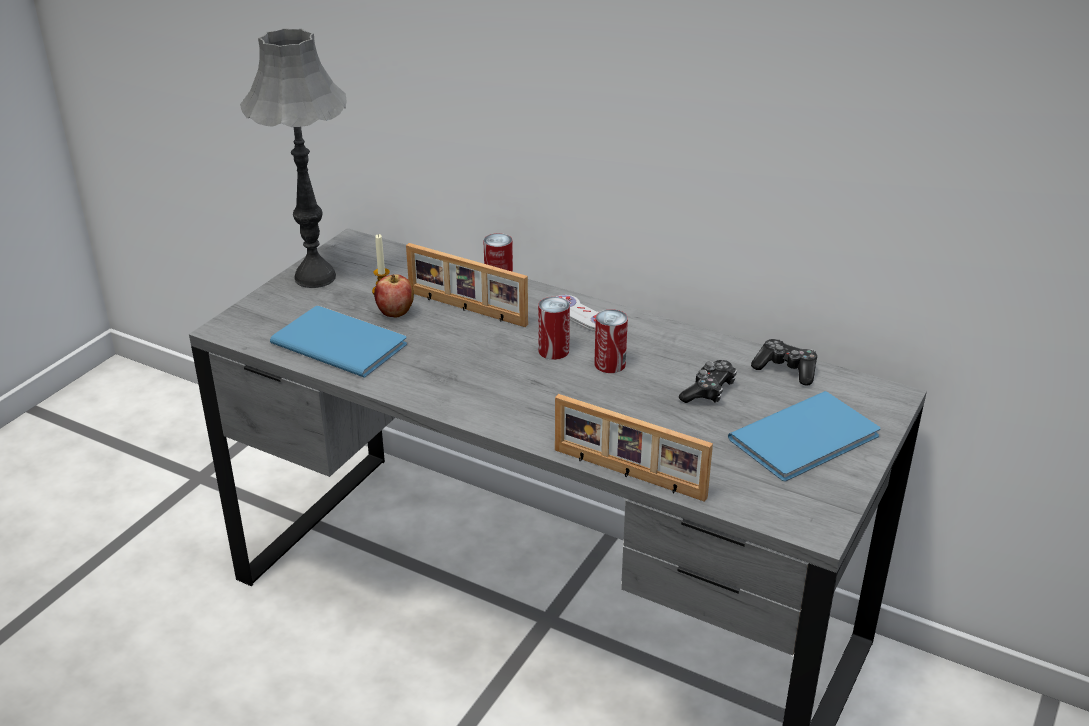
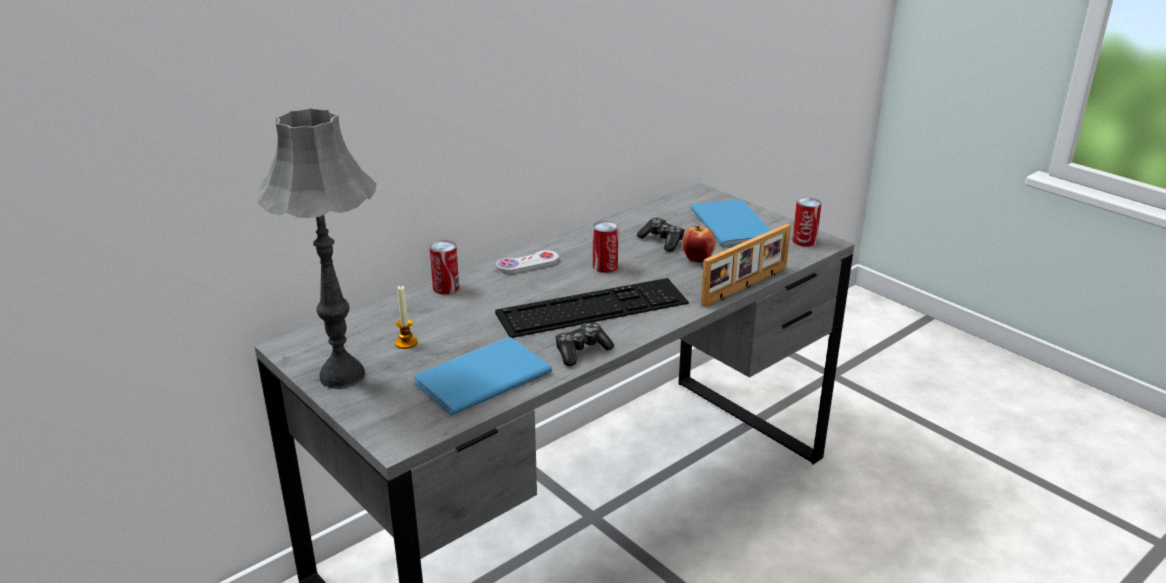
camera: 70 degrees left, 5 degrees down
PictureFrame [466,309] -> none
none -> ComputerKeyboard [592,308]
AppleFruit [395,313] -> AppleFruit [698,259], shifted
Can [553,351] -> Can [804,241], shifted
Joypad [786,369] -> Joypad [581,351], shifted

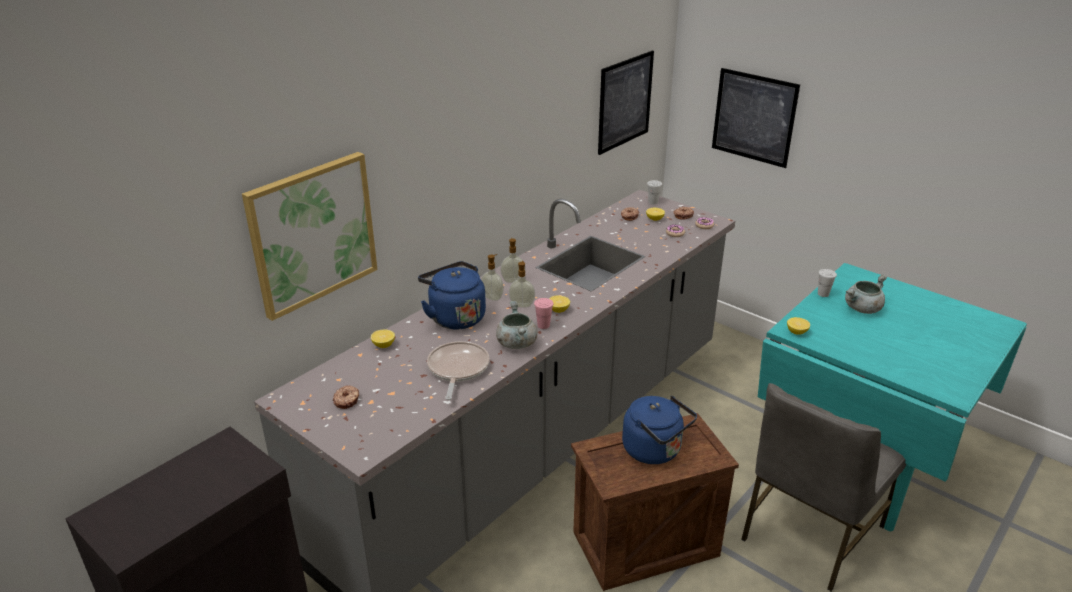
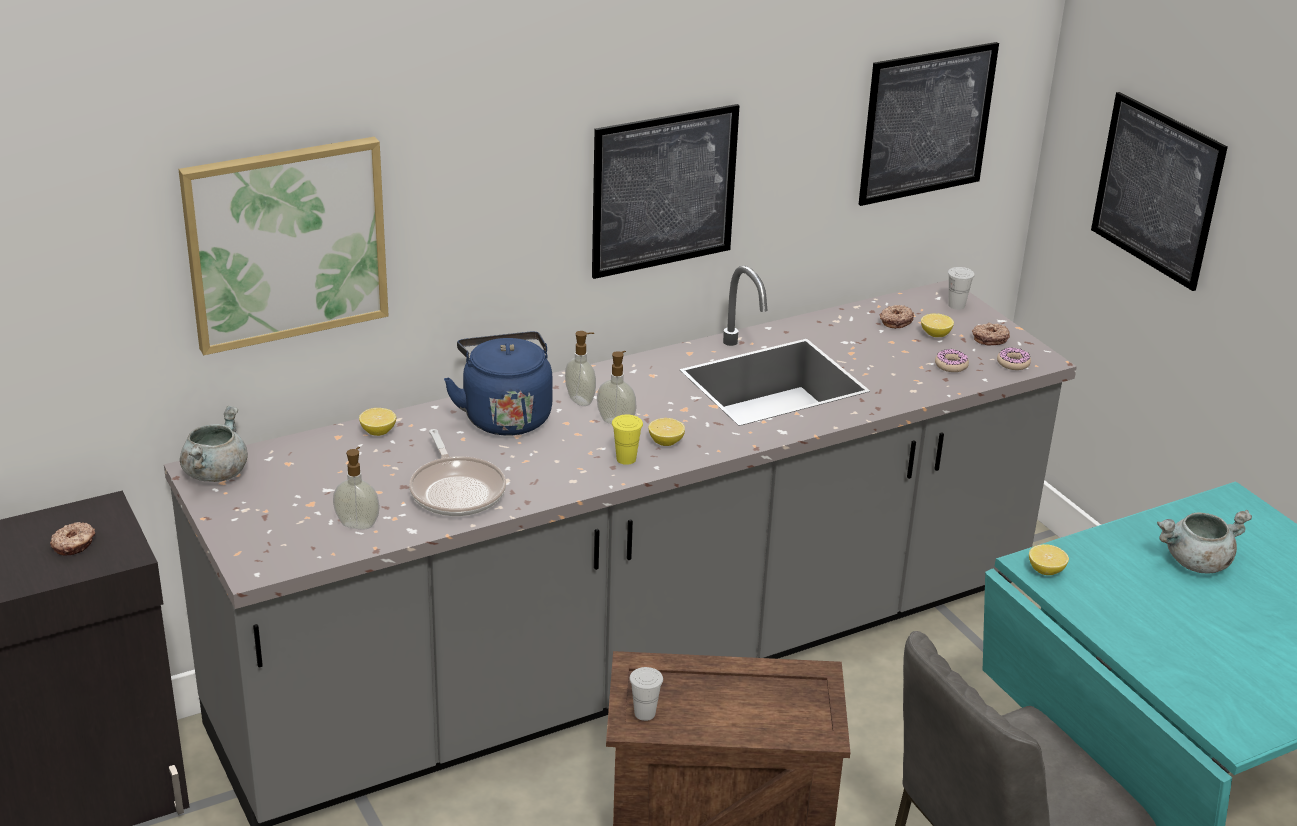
camera: 20 degrees right, 0 degrees up
BlueWaterKettle [655,451] -> none
none -> WallArt [664,191]
Doughnut [347,400] -> Doughnut [74,545], shifted
GraySaucepot [516,343] -> GraySaucepot [215,473], shifted
SoapBottle [513,280] -> SoapBottle [358,524], shifted
WhiteColouredCup [823,294] -> WhiteColouredCup [644,713], shifted
PinkishCup [543,325] -> YellowishCup [626,459]
Pan [457,369] -> Pan [456,490], 135 degrees clockwise

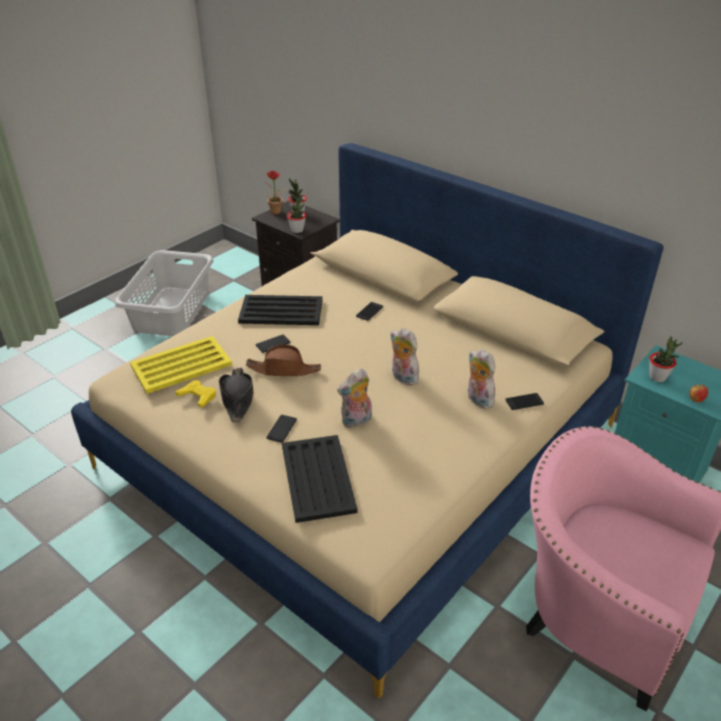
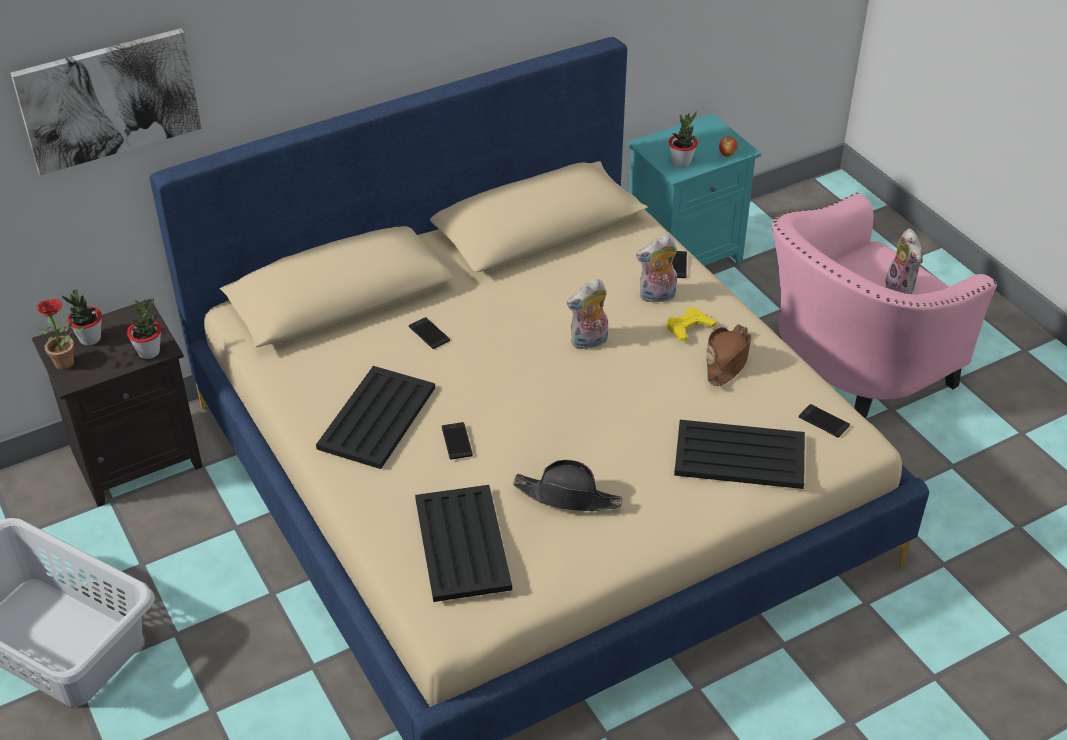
camera: 70 degrees left, 5 degrees up
none -> WallArt [108,99]
YellowishJoypad [198,396] -> YellowishJoypad [689,328], shifted
BrownColouredHat [284,369] -> BrownColouredHat [727,360], shifted
Telephone [281,429] -> Telephone [824,421], shifted
CuddlyToy [356,421] -> CuddlyToy [902,289], shifted
YellowishServingTray [180,365] -> BlackishServingTray [462,544]

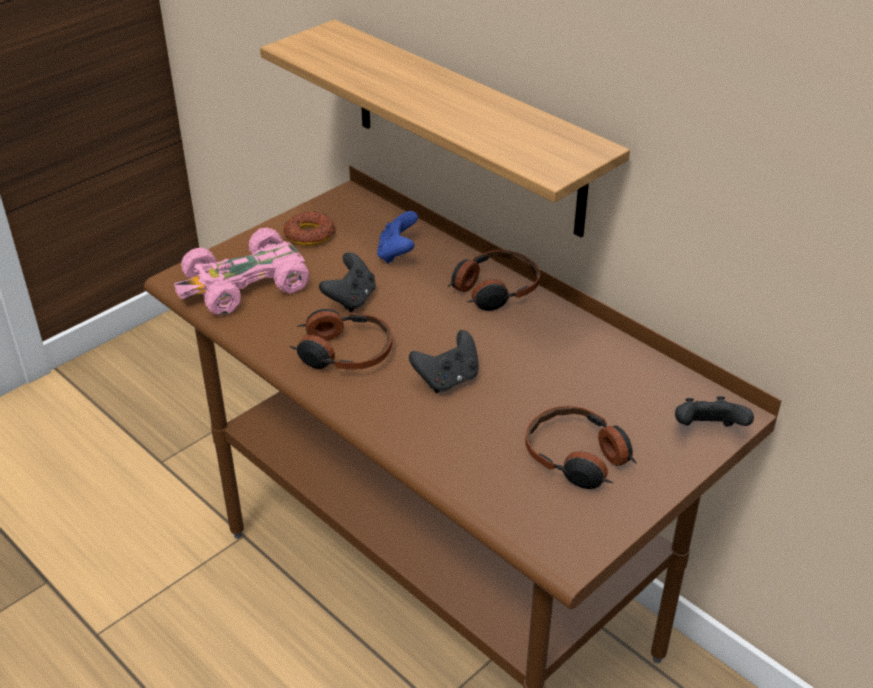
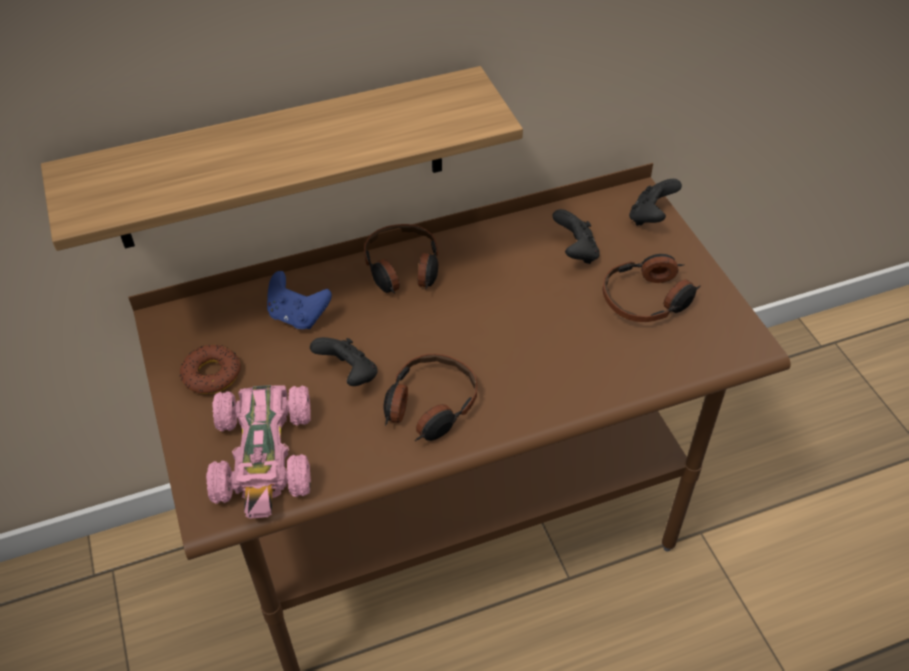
camera: 65 degrees left, 10 degrees up
BlackishJoypad [447,379] -> BlackishJoypad [575,252], shifted

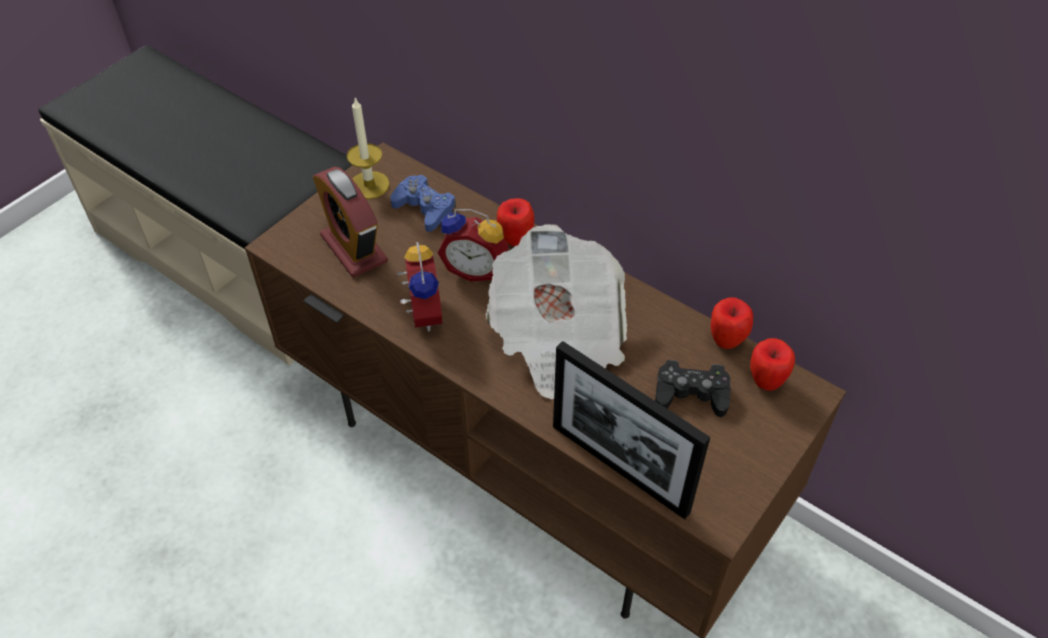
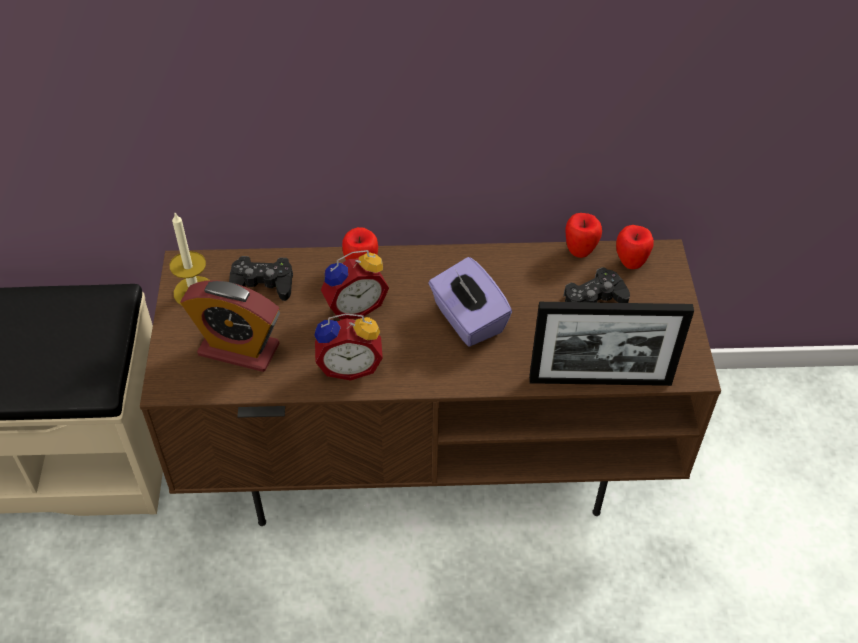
camera: 40 degrees left, 0 degrees up
DailyPaper [557,338] -> PurpleBoxOfTissues [467,319]
BlueJoypad [424,208] -> BlackishJoypad [262,284]
BedsideClock [421,314] -> BedsideClock [350,366], 135 degrees clockwise

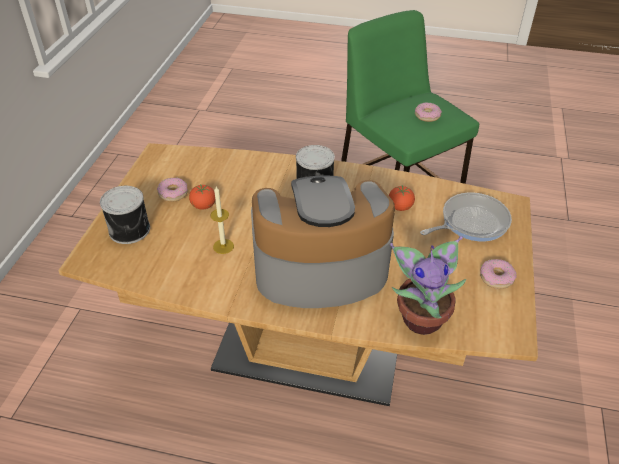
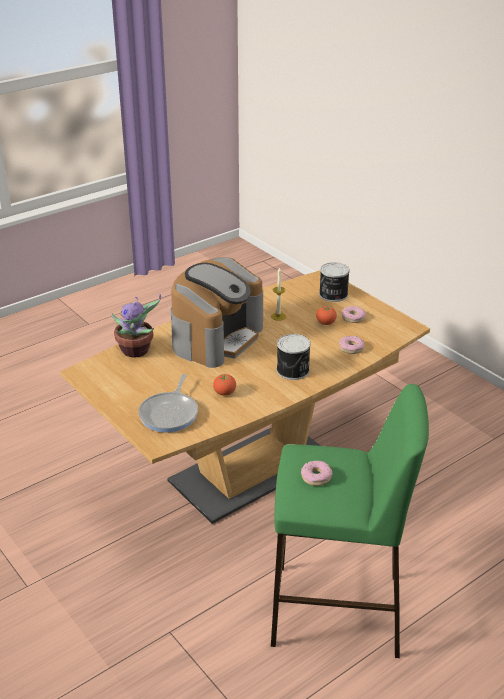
camera: 130 degrees right, 10 degrees down
Doughnut [496,278] -> Doughnut [351,348], shifted

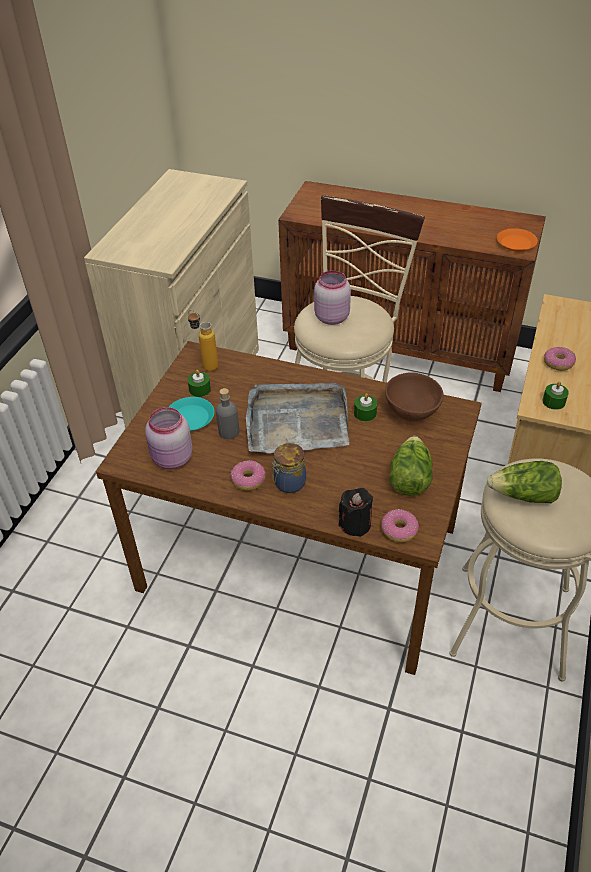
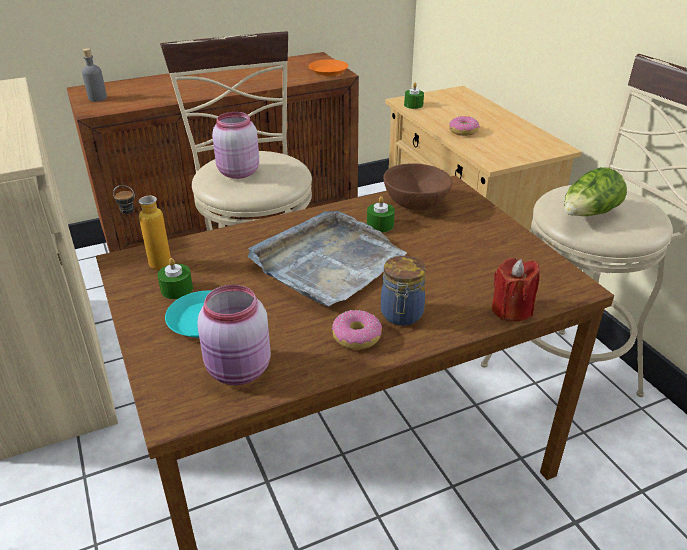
camera: 45 degrees left, 10 degrees down
Doughnut [399,530] -> none
Lettuce [409,478] -> none
GrayBeverageBottle [229,432] -> GrayBeverageBottle [97,98], shifted
GreenWaxLight [553,402] -> GreenWaxLight [413,105], shifted
BlackishWaxLight [355,524] -> ReddishWaxLight [511,310]

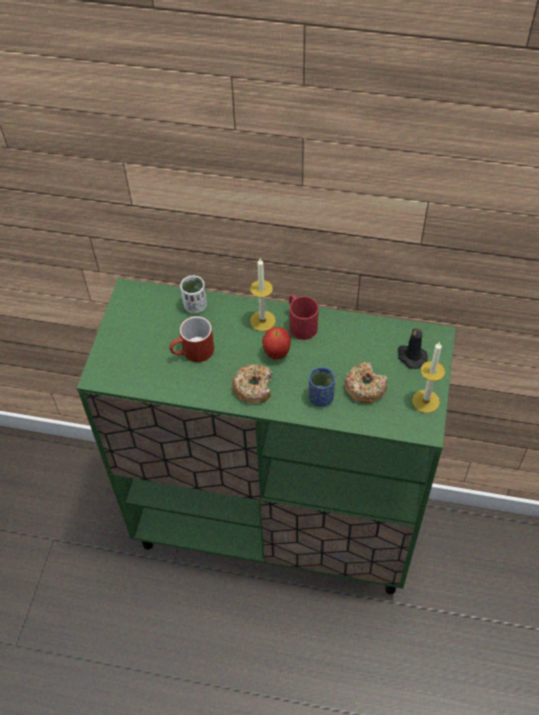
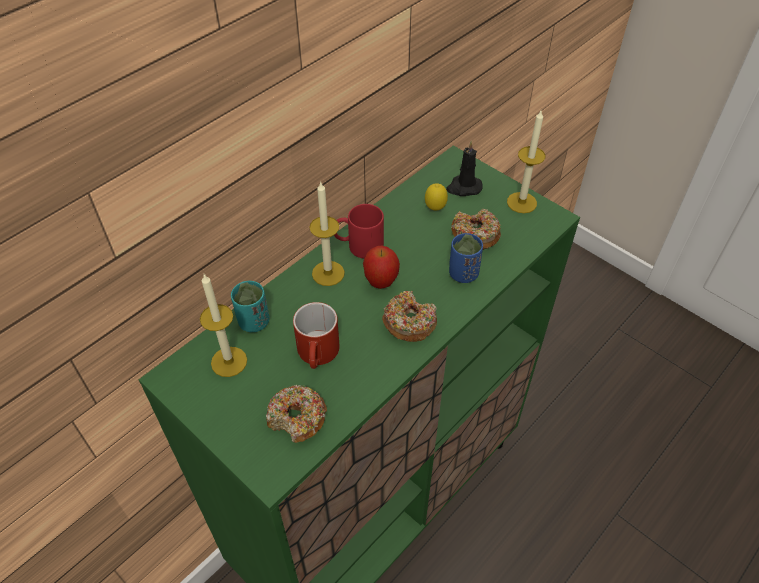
camera: 60 degrees left, 5 degrees down
none -> WaxLight [229,361]
none -> Doughnut [297,418]
none -> CitrusFruit [435,209]
WhiteColouredCup [195,305] -> TurquoiseColouredCup [254,322]

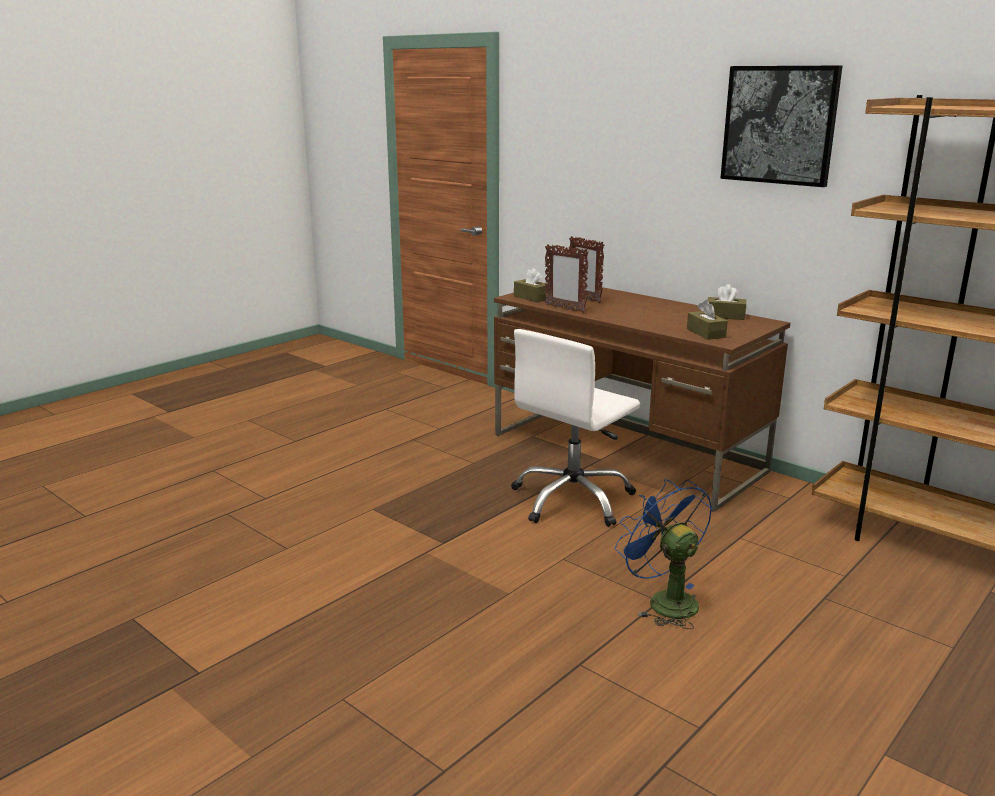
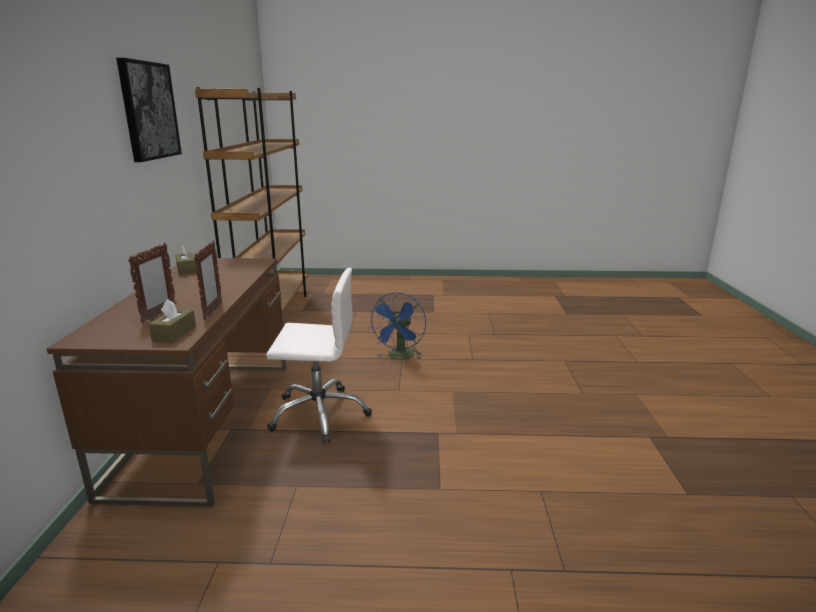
camera: 130 degrees left, 0 degrees up
BrownColouredBoxOfTissues [706,333] -> none

